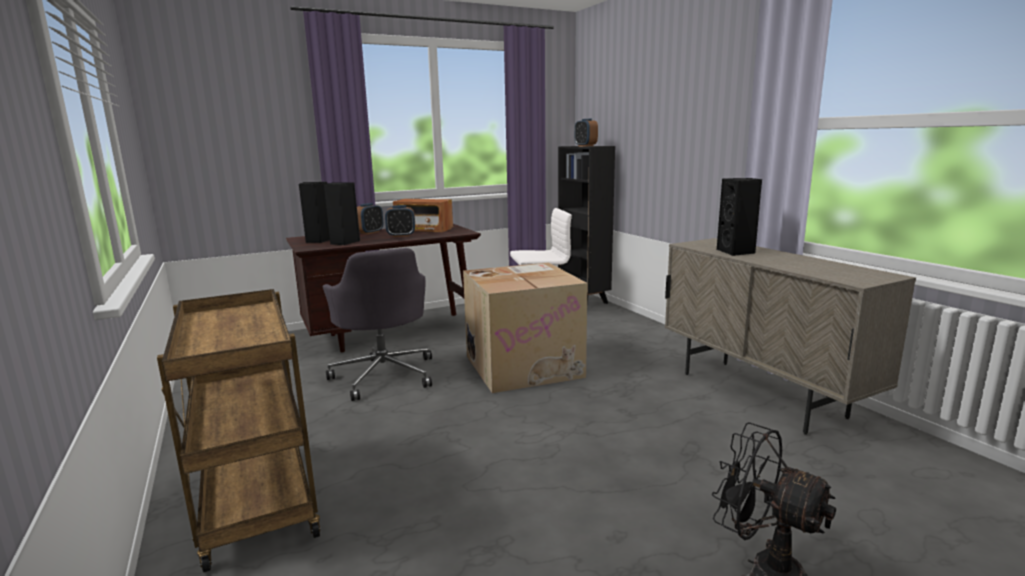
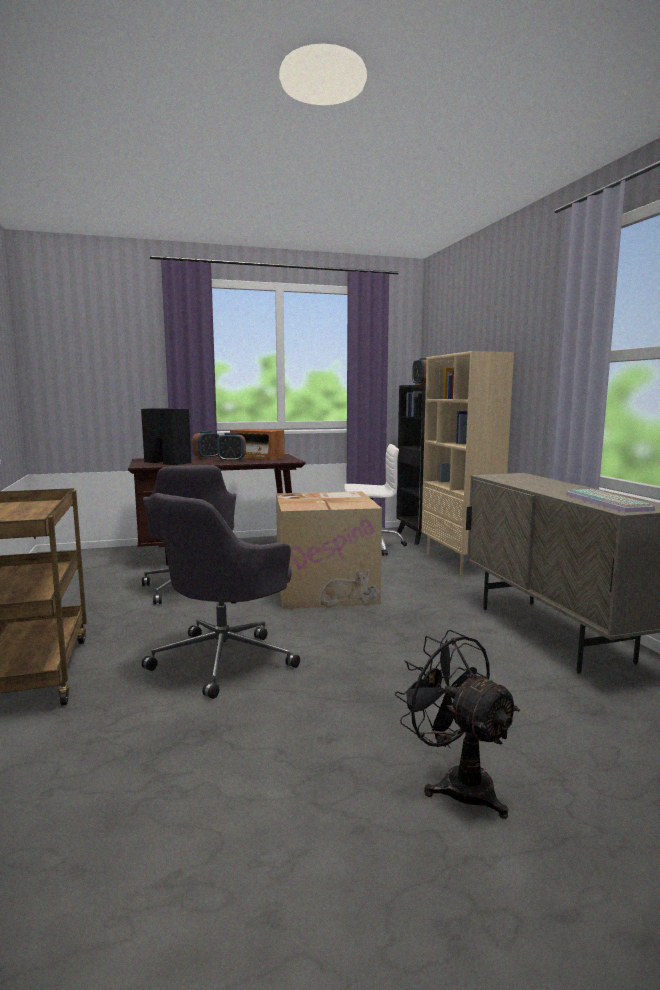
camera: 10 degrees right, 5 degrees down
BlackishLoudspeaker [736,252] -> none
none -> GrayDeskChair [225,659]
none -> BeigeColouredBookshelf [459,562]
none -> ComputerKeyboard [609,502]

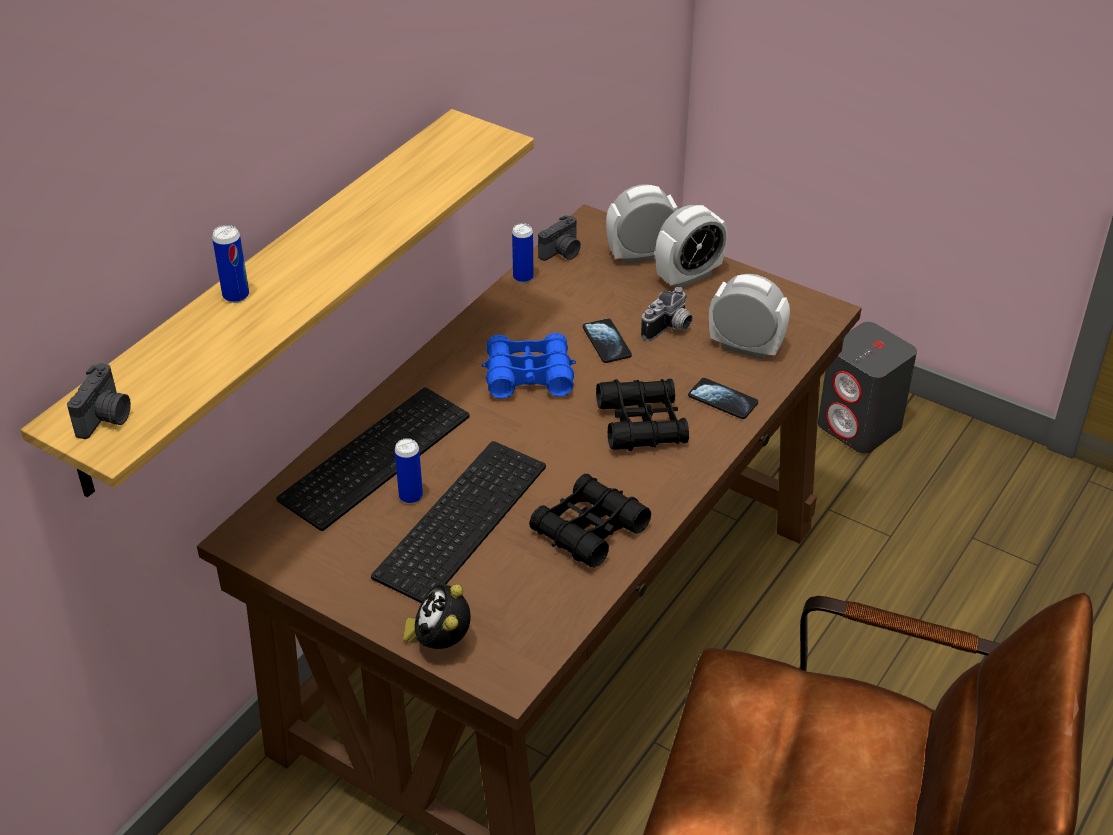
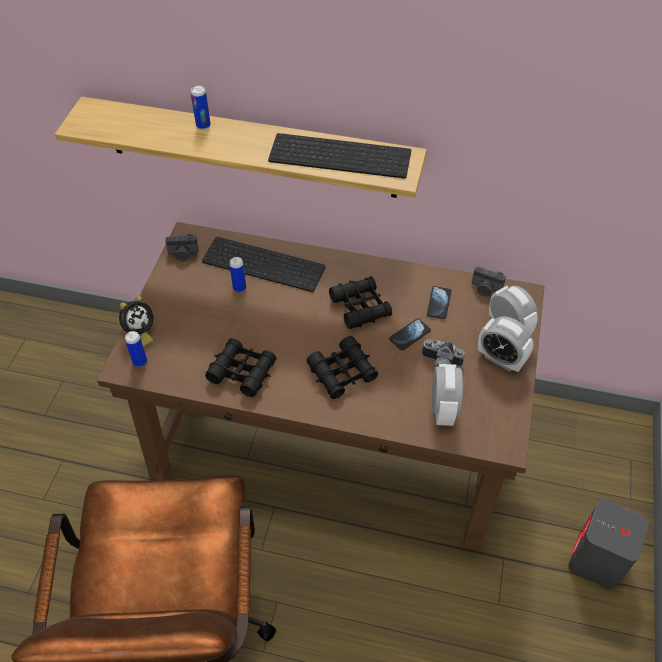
camera: 70 degrees right, 10 degrees up
StillCamera [106,418] -> StillCamera [183,254], shifted
ComputerKeyboard [459,517] -> ComputerKeyboard [342,155], shifted
Can [523,277] -> Can [140,361], shifted
Telephone [722,400] -> Telephone [439,303], shifted
BlueFieldGlasses [528,375] -> BlackishFieldGlasses [360,307]
BedsideClock [440,642] -> BedsideClock [140,332], 150 degrees clockwise

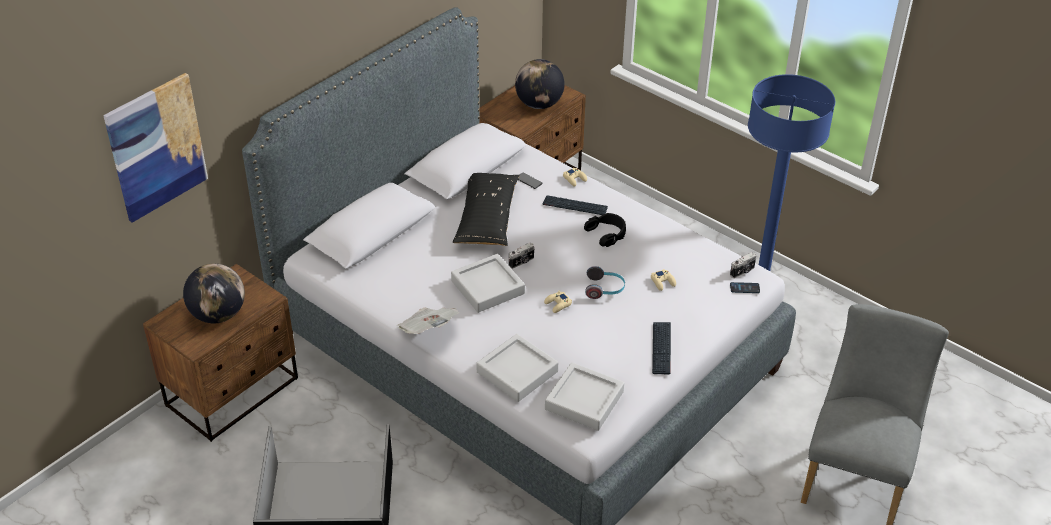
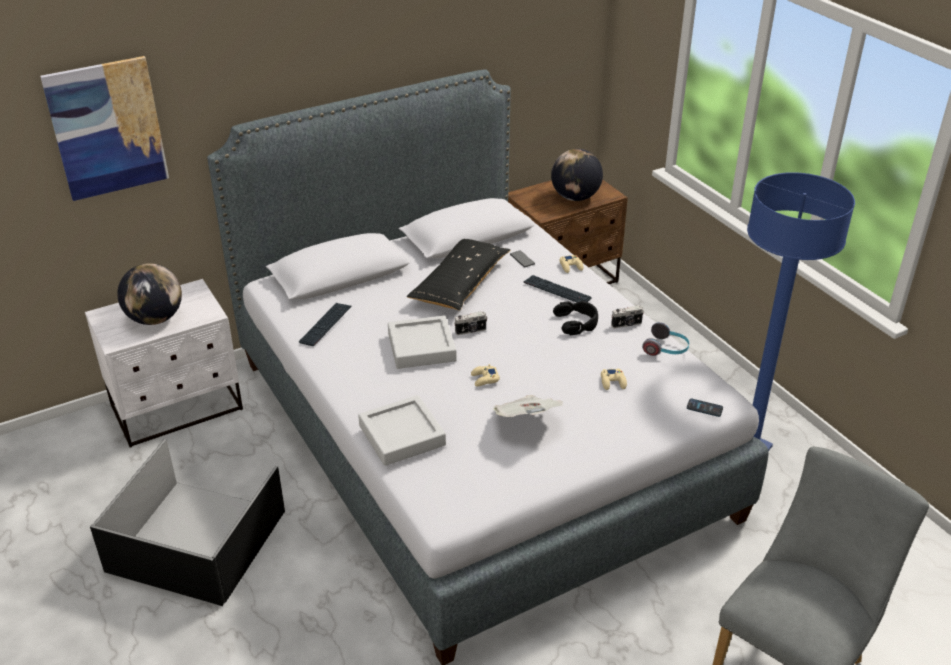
camera: 20 degrees right, 5 degrees down
GrayServingTray [584,401] -> none
DailyPaper [428,331] -> DailyPaper [526,420], shifted
Headphones [605,289] -> Headphones [666,349], shifted
ComputerKeyboard [661,348] -> ComputerKeyboard [325,325], shifted
StillCamera [742,272] -> StillCamera [627,325], shifted
BrownColouredNightTable [233,392] -> WhiteColouredNightTable [178,408]

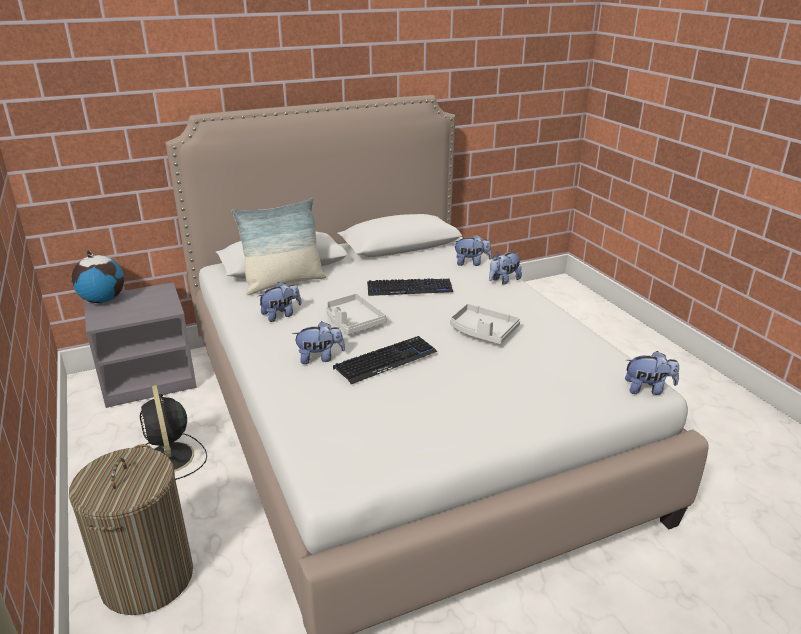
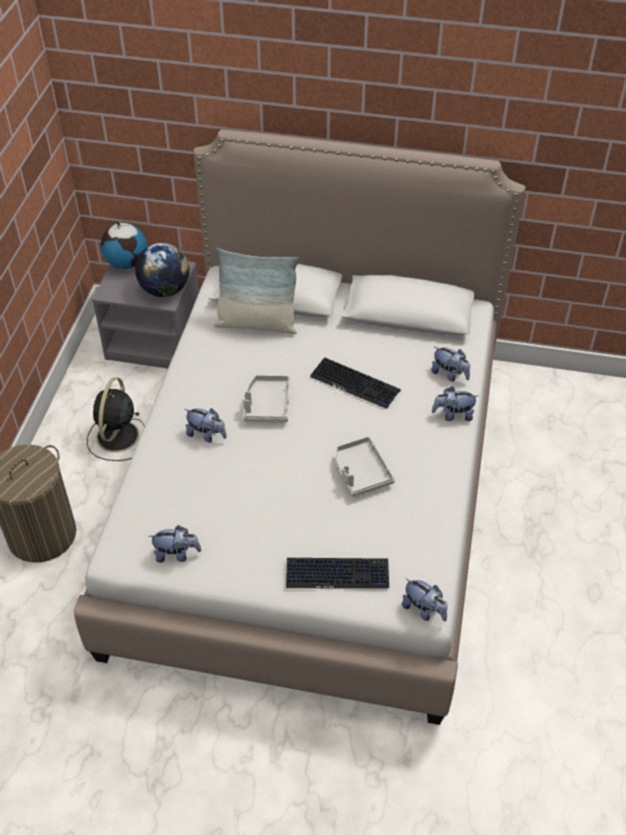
camera: 35 degrees right, 20 degrees up
none -> DeskGlobe [165,290]
CuddlyToy [281,315] -> CuddlyToy [177,554], shifted
ComputerKeyboard [386,360] -> ComputerKeyboard [337,574], shifted

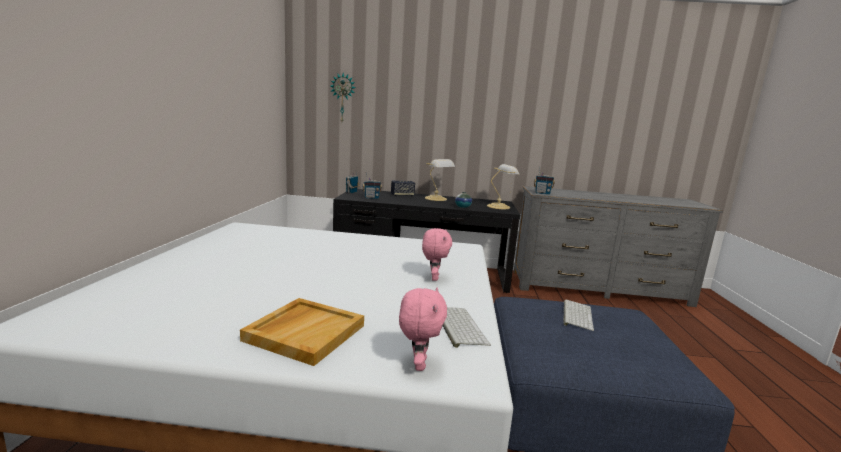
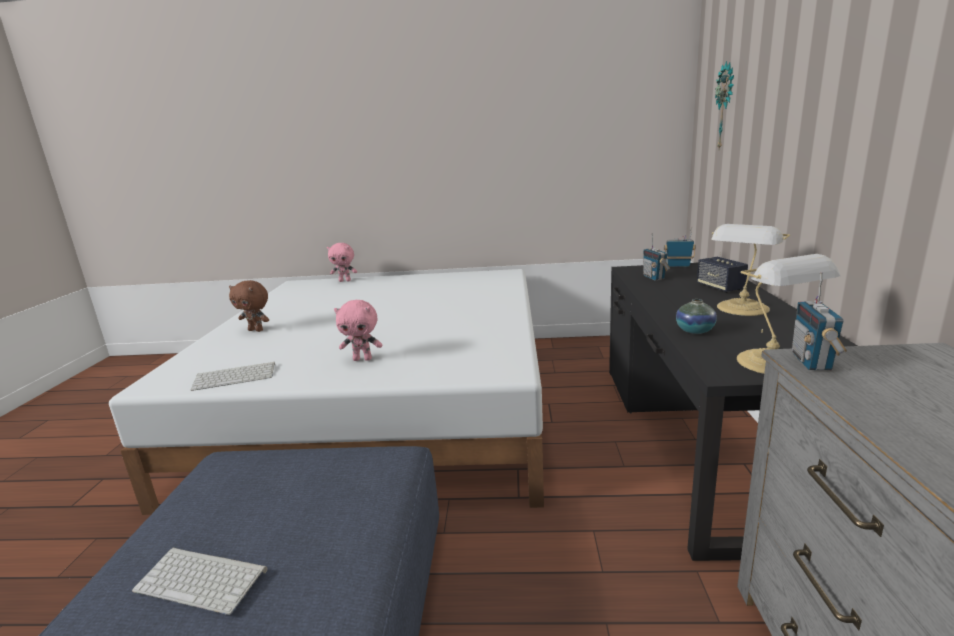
camera: 90 degrees right, 5 degrees up
PinkishCuddlyToy [418,364] -> PinkishCuddlyToy [345,281], shifted
ComputerKeyboard [576,315] -> ComputerKeyboard [204,579], shifted
BeigeColouredServingTray [305,332] -> BrownColouredCuddlyToy [256,330]

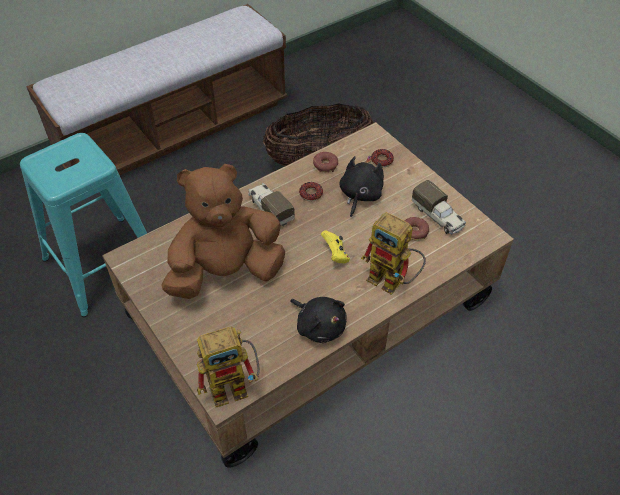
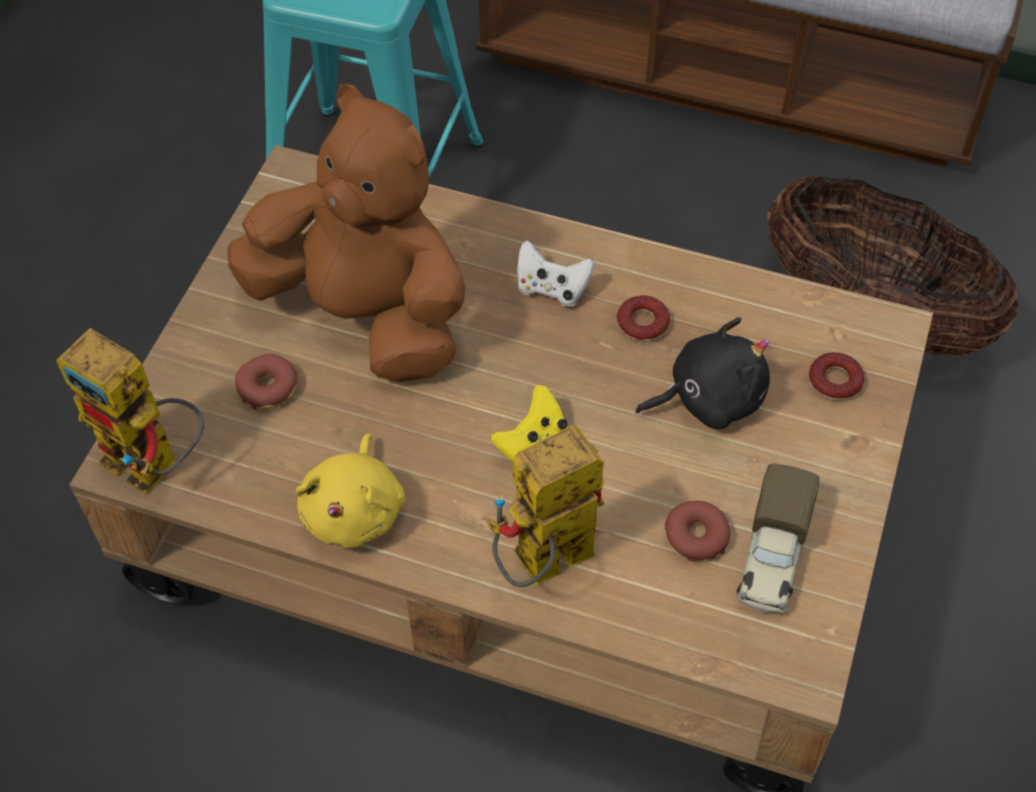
camera: 55 degrees right, 5 degrees up
Doughnut [325,165] -> Doughnut [268,387], shifted
ToyLorry [270,209] -> WhiteColouredJoypad [552,288]
BlackishCuddlyToy [319,326] -> YellowishCuddlyToy [355,510]
ToyRobot [393,281] -> ToyRobot [542,567], 60 degrees clockwise

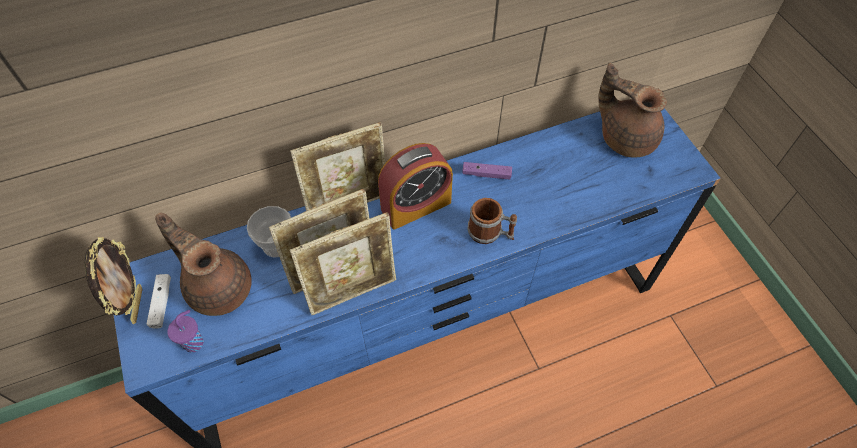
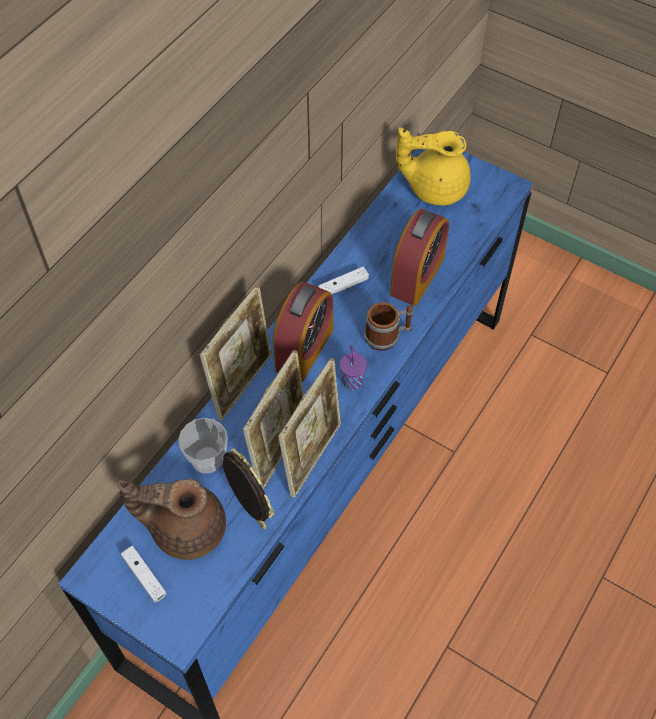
camera: 35 degrees left, 0 degrees up
none -> BedsideClock [417,276]
PictureFrame [136,305] -> PictureFrame [250,514], shifted
PurpleCup [194,342] -> PurpleCup [352,381], shifted
PurpleJoypad [486,174] -> WhiteColouredJoypad [343,286]
BrownColouredTeaPot [625,137] -> YellowishTeaPot [434,187]

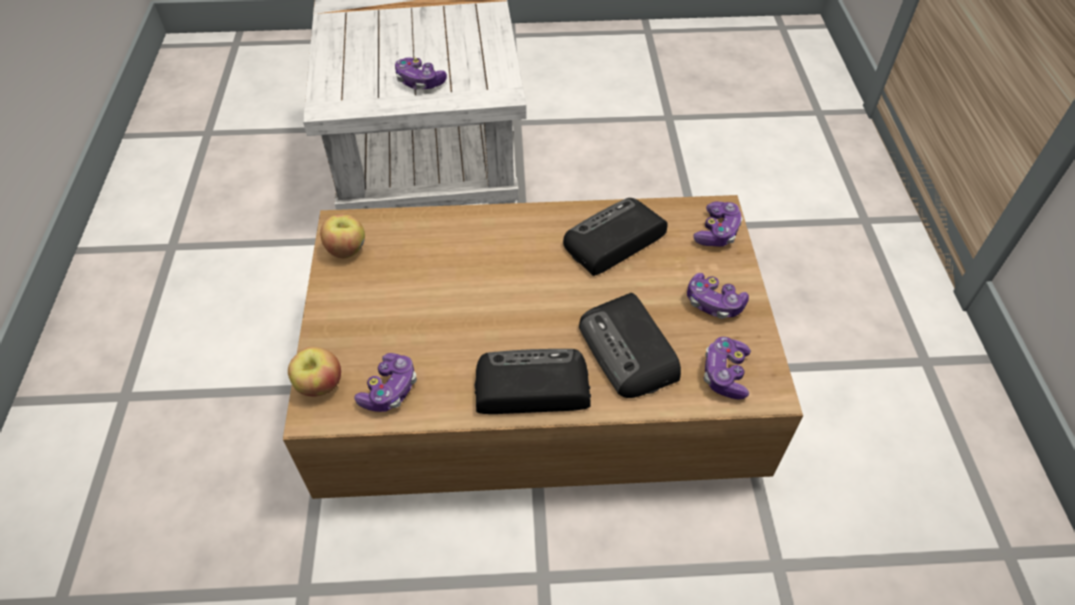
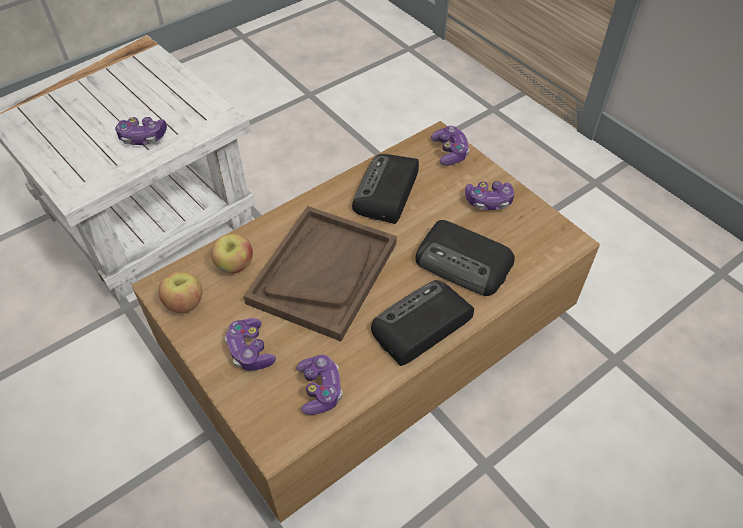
camera: 35 degrees left, 0 degrees up
none -> BrownColouredServingTray [323,272]
AppleFruit [319,385] -> AppleFruit [235,266], shifted
Joypad [725,374] -> Joypad [250,350], shifted

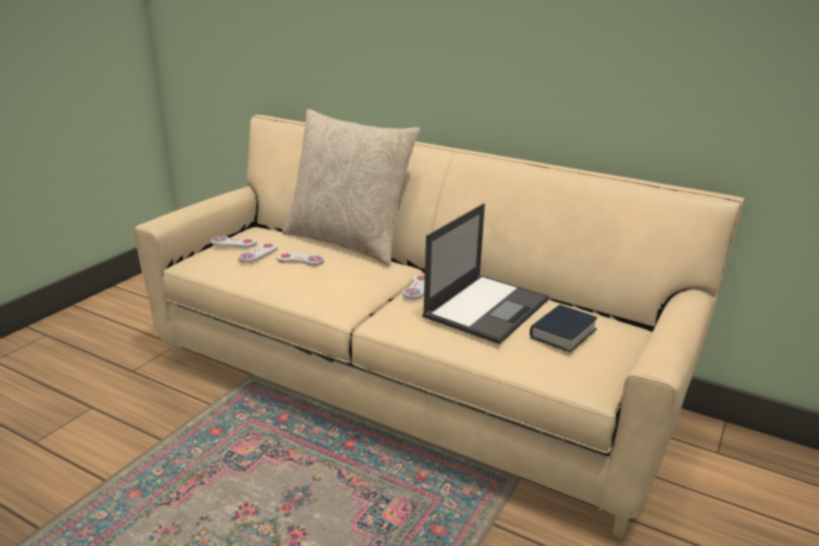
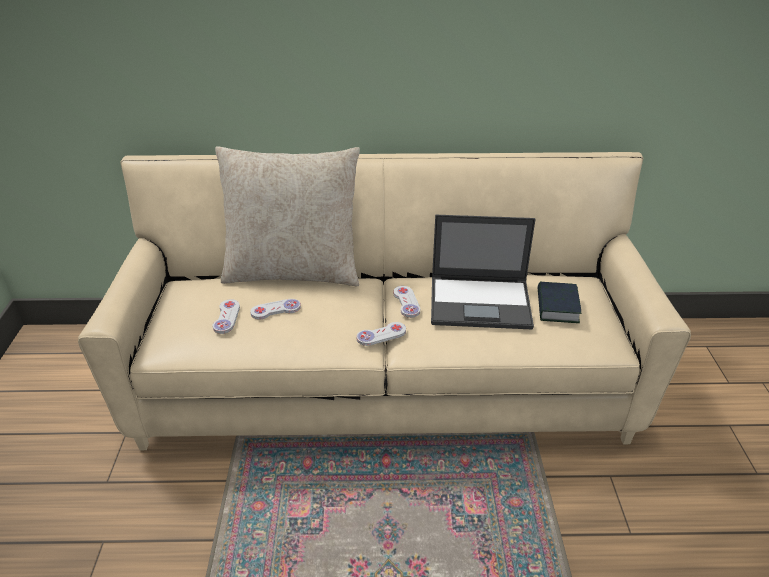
camera: 30 degrees left, 10 degrees up
WhiteColouredJoypad [233,243] -> WhiteColouredJoypad [381,335], shifted
PortableComputer [487,307] -> PortableComputer [481,302], 90 degrees clockwise

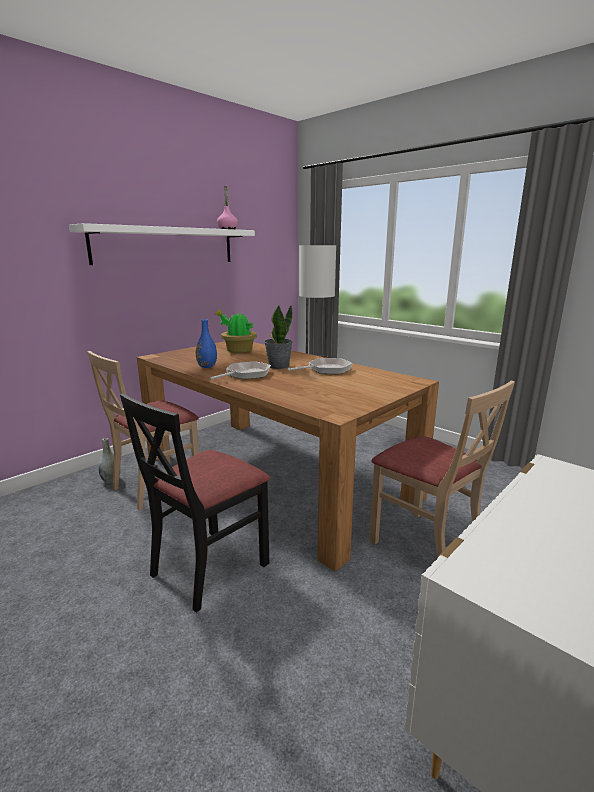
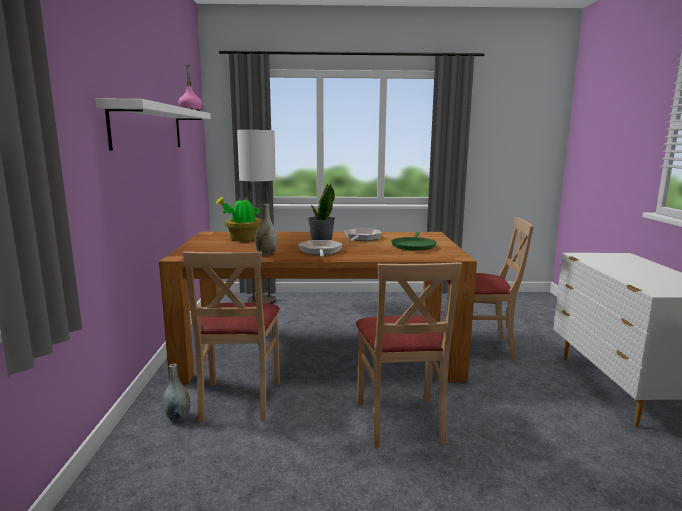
camera: 45 degrees left, 5 degrees down
none -> GreenPan [413,246]
BlackishUprightChair [209,567] -> BeigeColouredUprightChair [401,420]
BlueVase [207,366] -> GrayVase [266,253]

